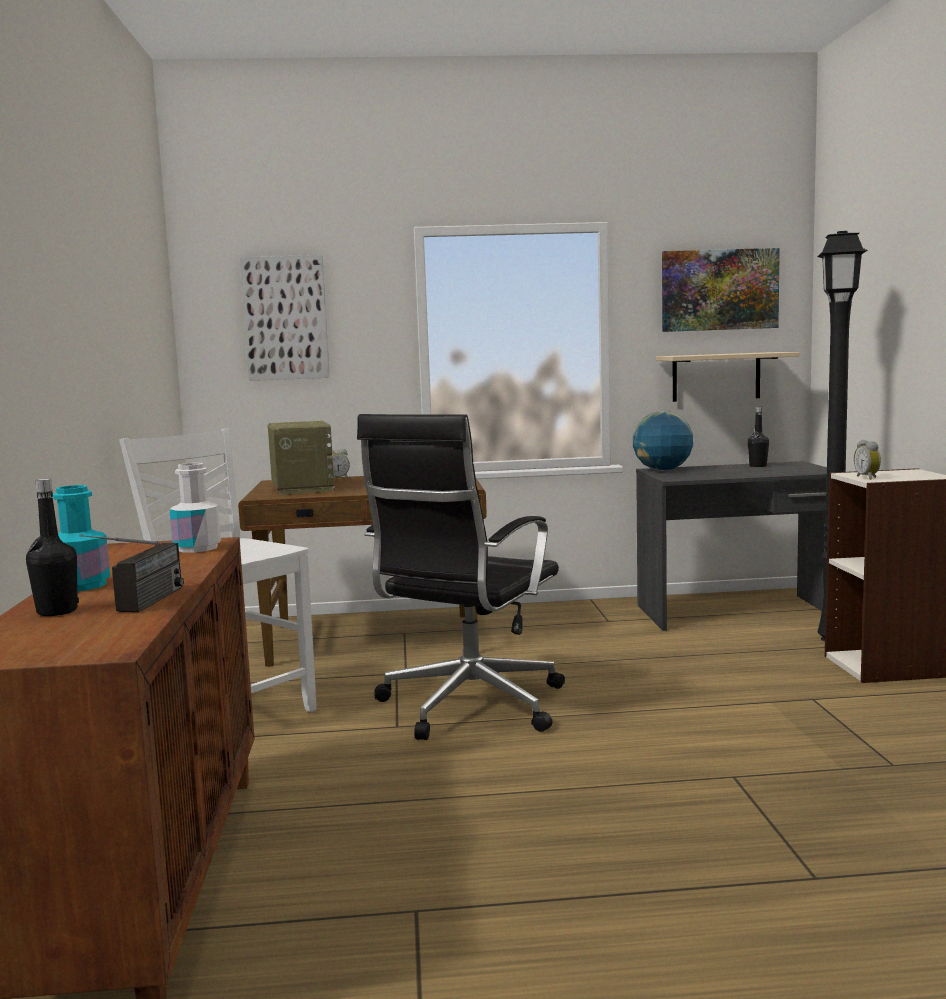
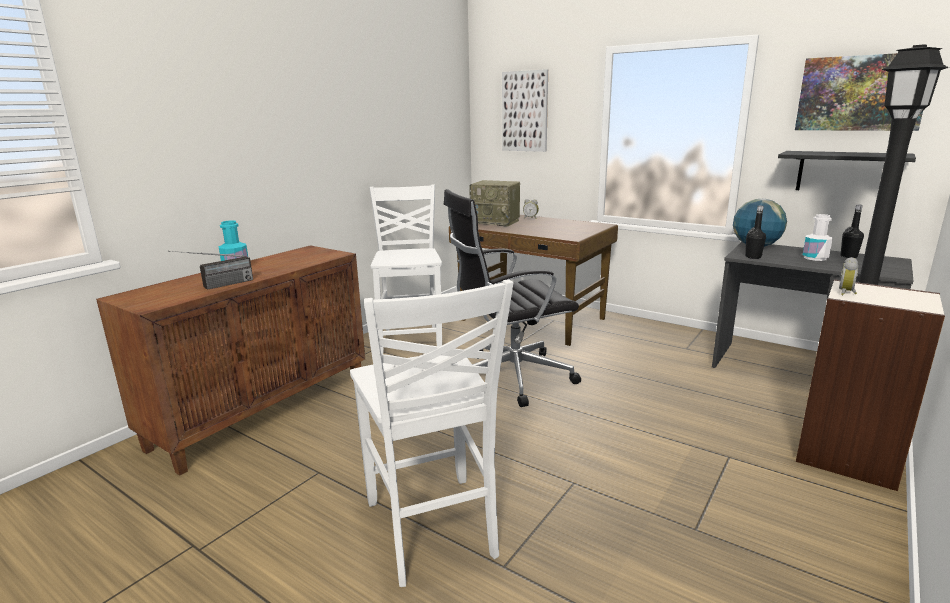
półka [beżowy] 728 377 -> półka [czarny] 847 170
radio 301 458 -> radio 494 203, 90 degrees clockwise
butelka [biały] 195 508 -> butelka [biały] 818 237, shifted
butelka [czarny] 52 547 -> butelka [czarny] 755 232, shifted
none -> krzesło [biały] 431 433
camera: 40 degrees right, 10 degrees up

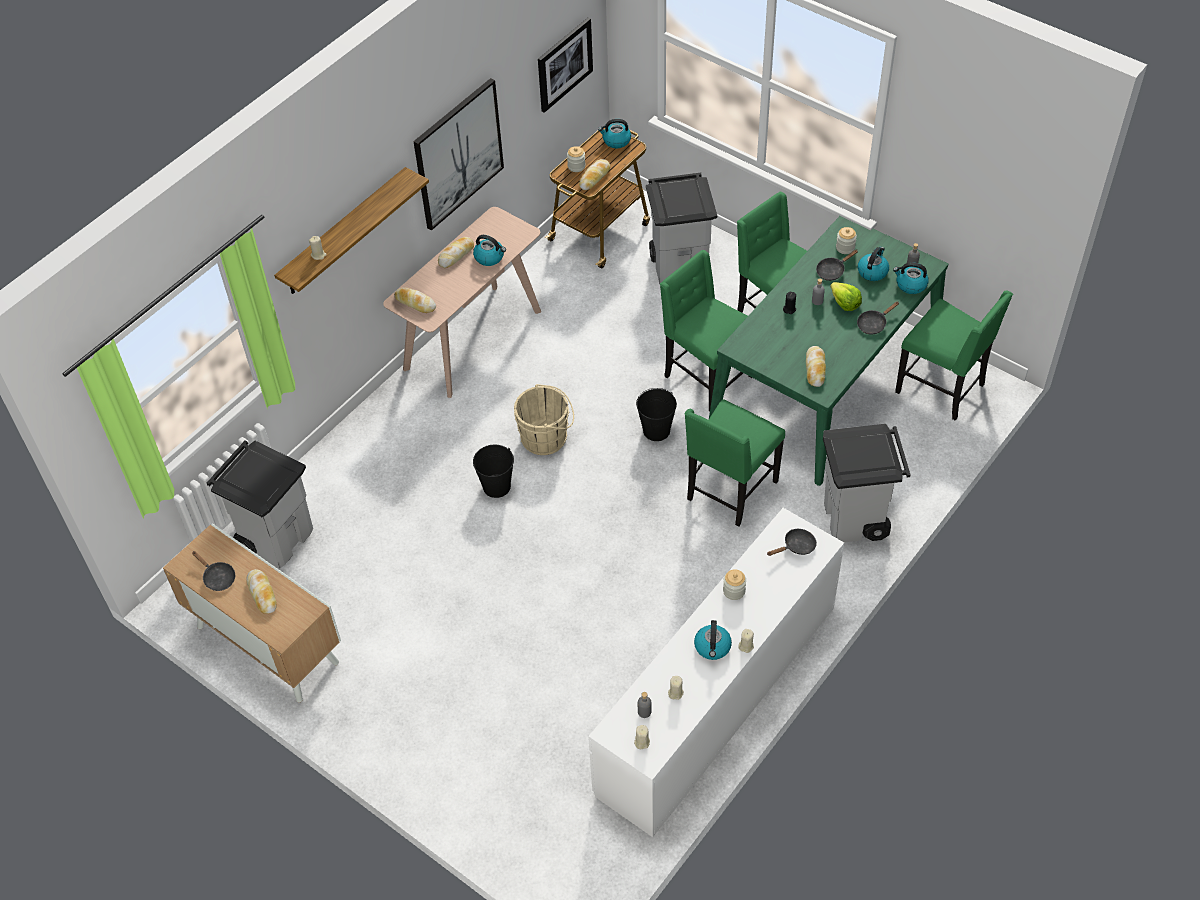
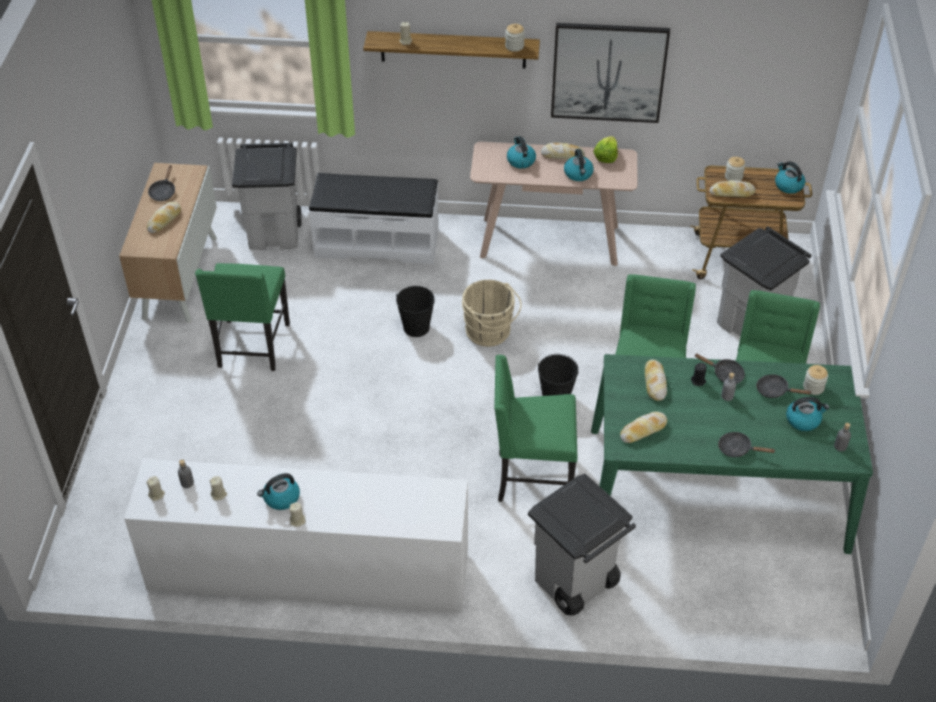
obraz 565 65 -> none
czajnik 911 278 -> czajnik 521 152, shifted
sałata 846 296 -> sałata 605 149, shifted
chleb 415 300 -> chleb 656 380, shifted
krzesło [zielony] 954 355 -> krzesło [zielony] 242 317, shifted
patelnia [czarny] 792 542 -> patelnia [czarny] 720 369, shifted
słoik 734 584 -> słoik 515 38, shifted
none -> ławka [biały] 374 218
camera: 55 degrees right, 5 degrees down

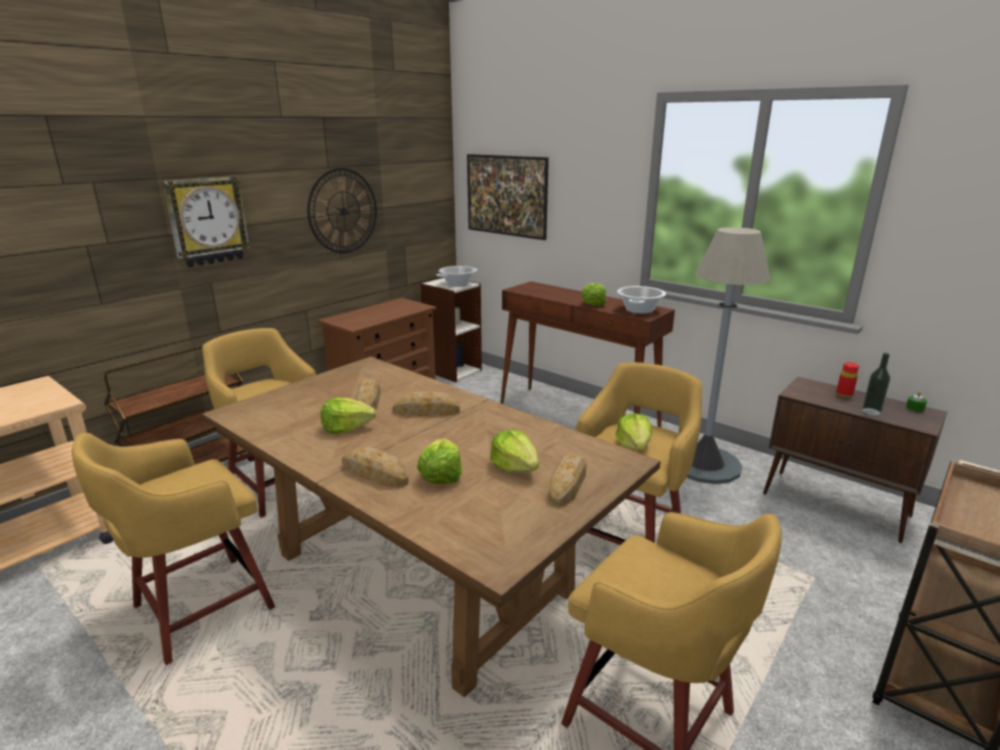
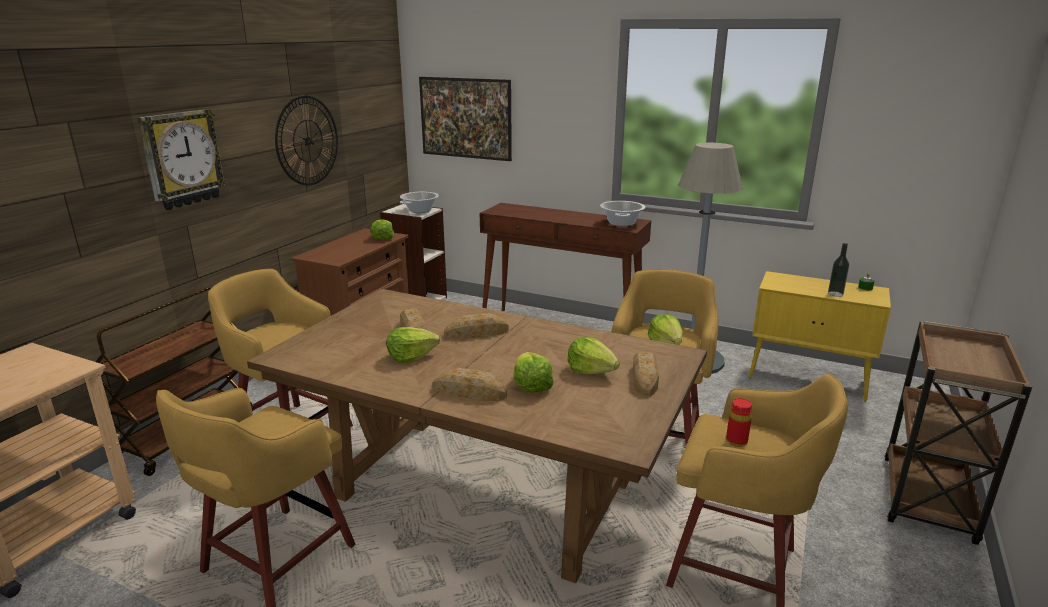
sałata 594 294 -> sałata 382 229, shifted
butelka [czerwony] 847 380 -> butelka [czerwony] 739 422, shifted
szafka [brązowy] 855 460 -> szafka [żółty] 820 336
camera: 15 degrees left, 0 degrees up

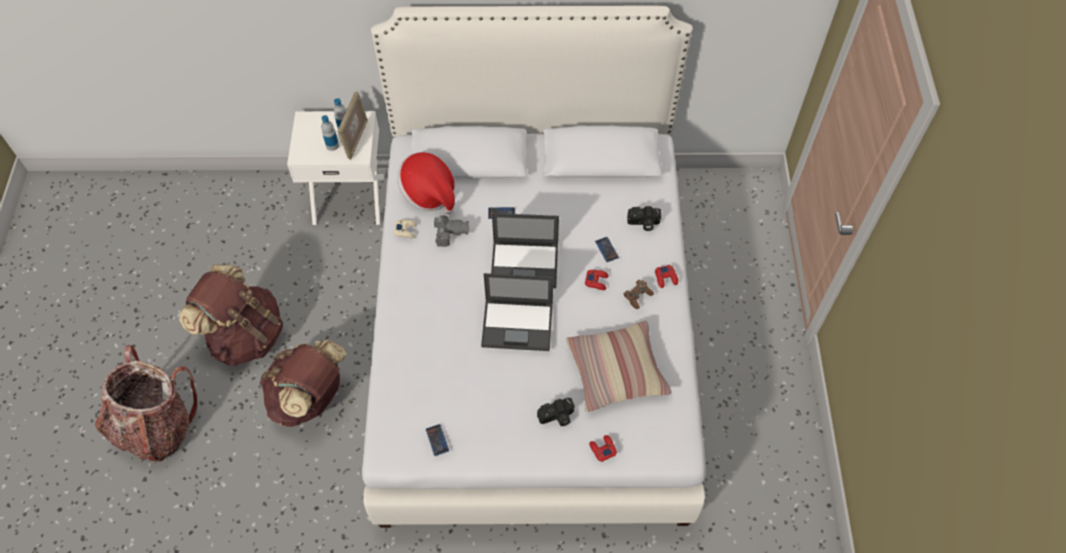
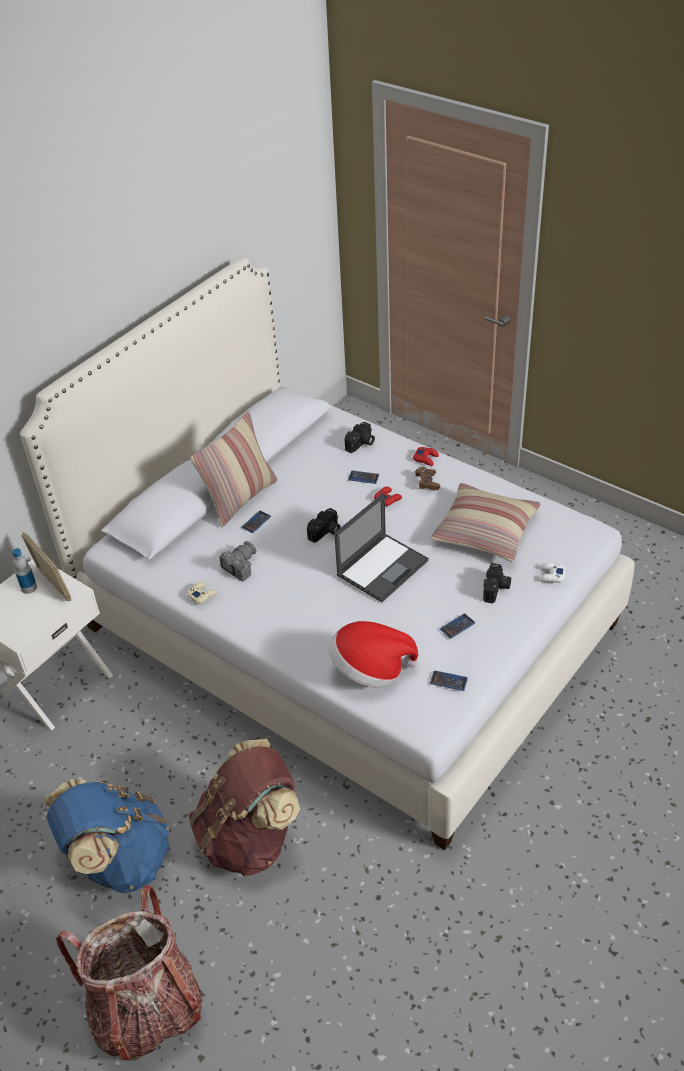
butelka 330 133 -> none
kapelusz 426 183 -> kapelusz 373 654, shifted
laptop 525 250 -> aparat fotograficzny 324 525
plecak [brązowy] 231 315 -> plecak [niebieski] 107 836
pad do gier [czerwony] 603 448 -> pad do gier [biały] 552 572
none -> poduszka 233 469
none -> telefon 457 626
camera: 50 degrees left, 15 degrees down

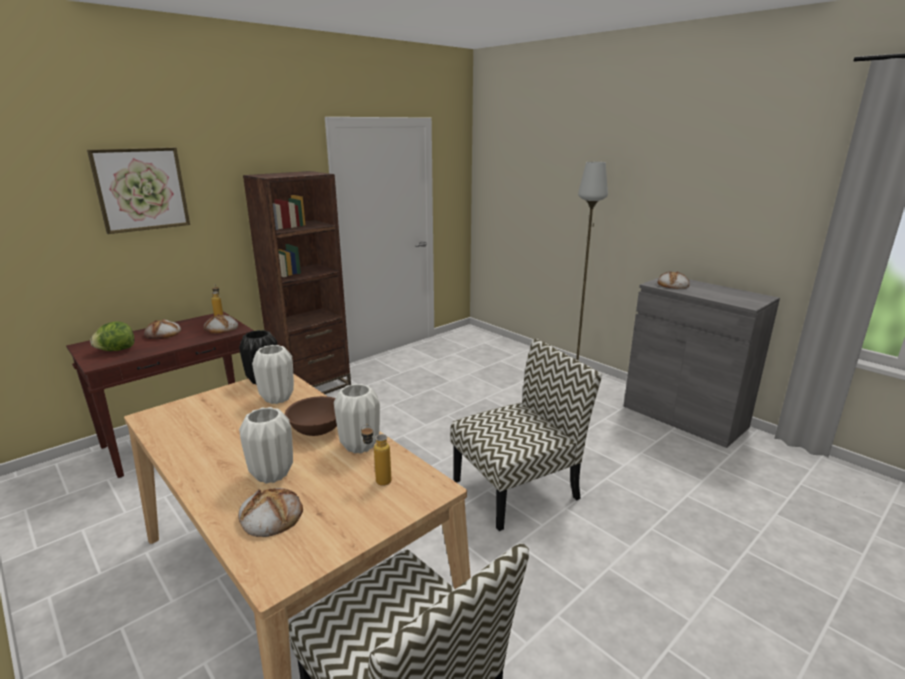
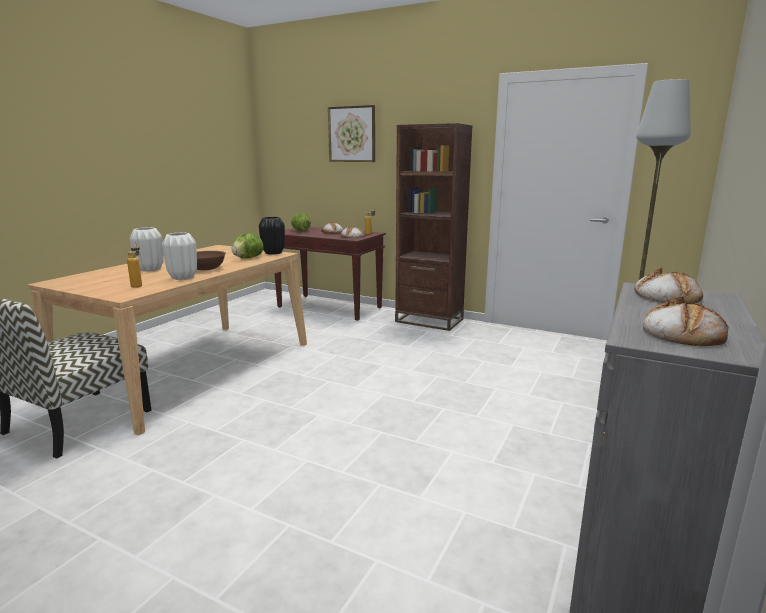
krzesło 526 435 -> none
wazon [biały] 273 374 -> sałata 248 246
chleb 270 512 -> chleb 686 321, shifted
camera: 70 degrees right, 5 degrees down

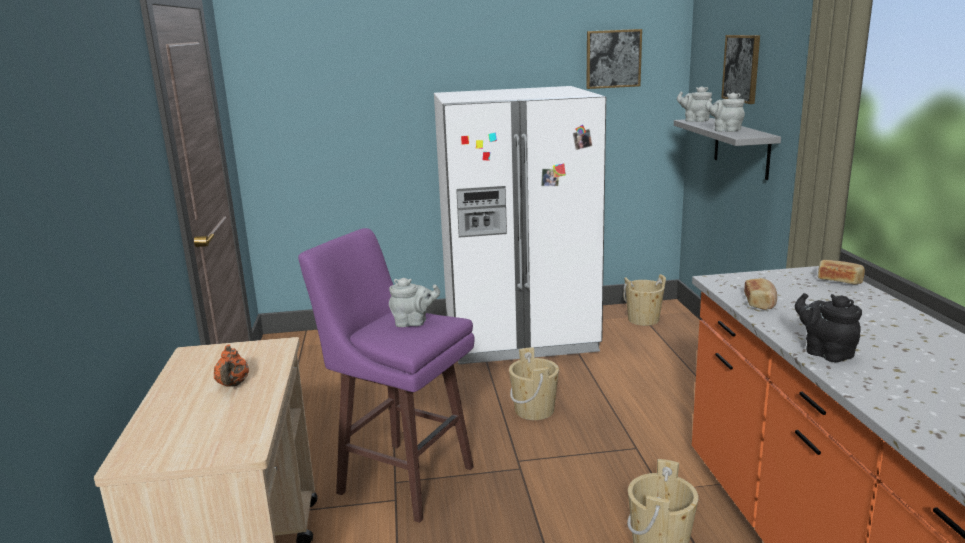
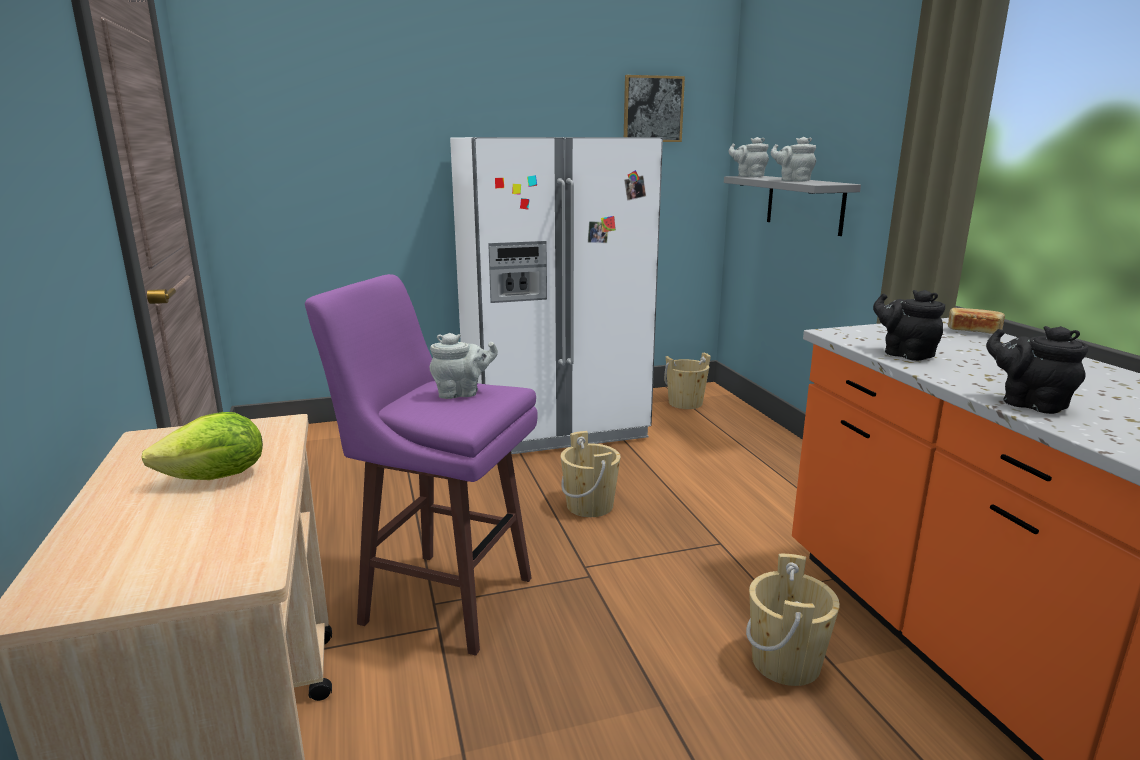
obraz 740 69 -> none
chleb 760 294 -> imbryk [czarny] 909 325
imbryk [pomarańczowy] 231 365 -> sałata 202 446
camera: 10 degrees left, 0 degrees up

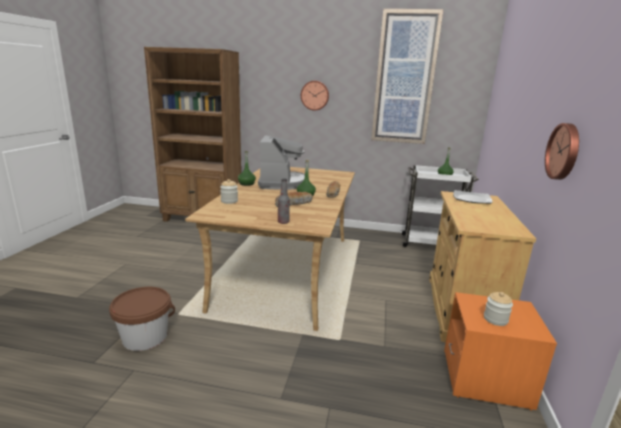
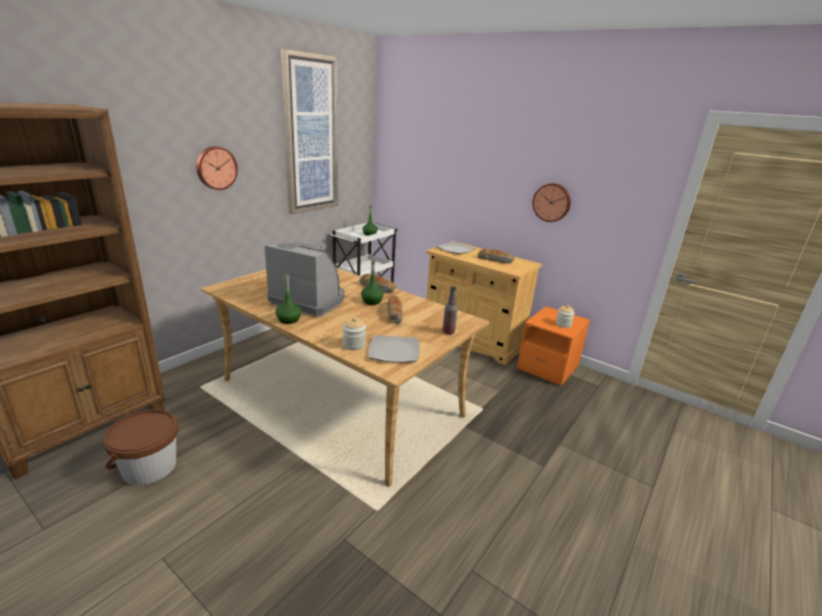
wiadro [brązowy] 142 319 -> wiadro [brązowy] 141 447, shifted
none -> chleb 496 256
none -> talerz 394 349
camera: 65 degrees left, 5 degrees up

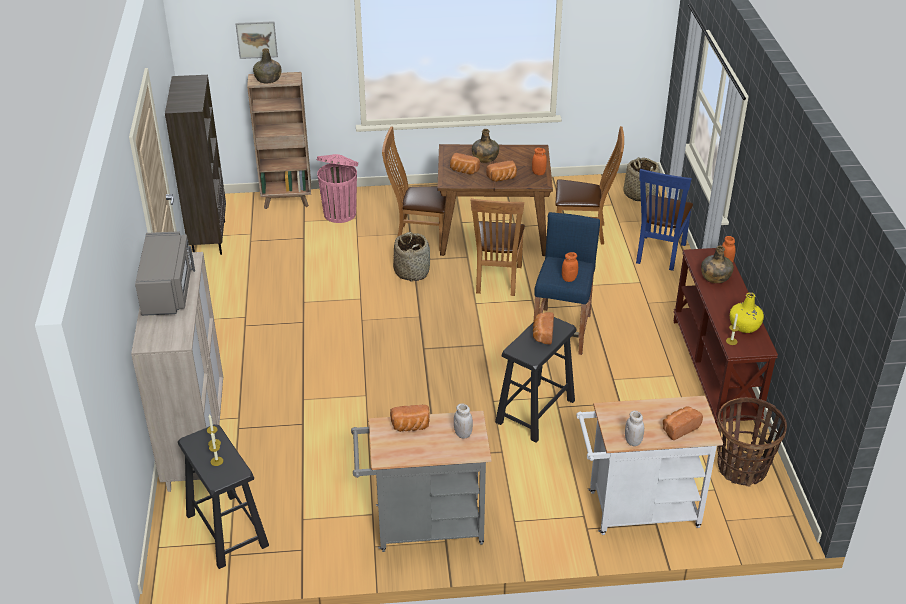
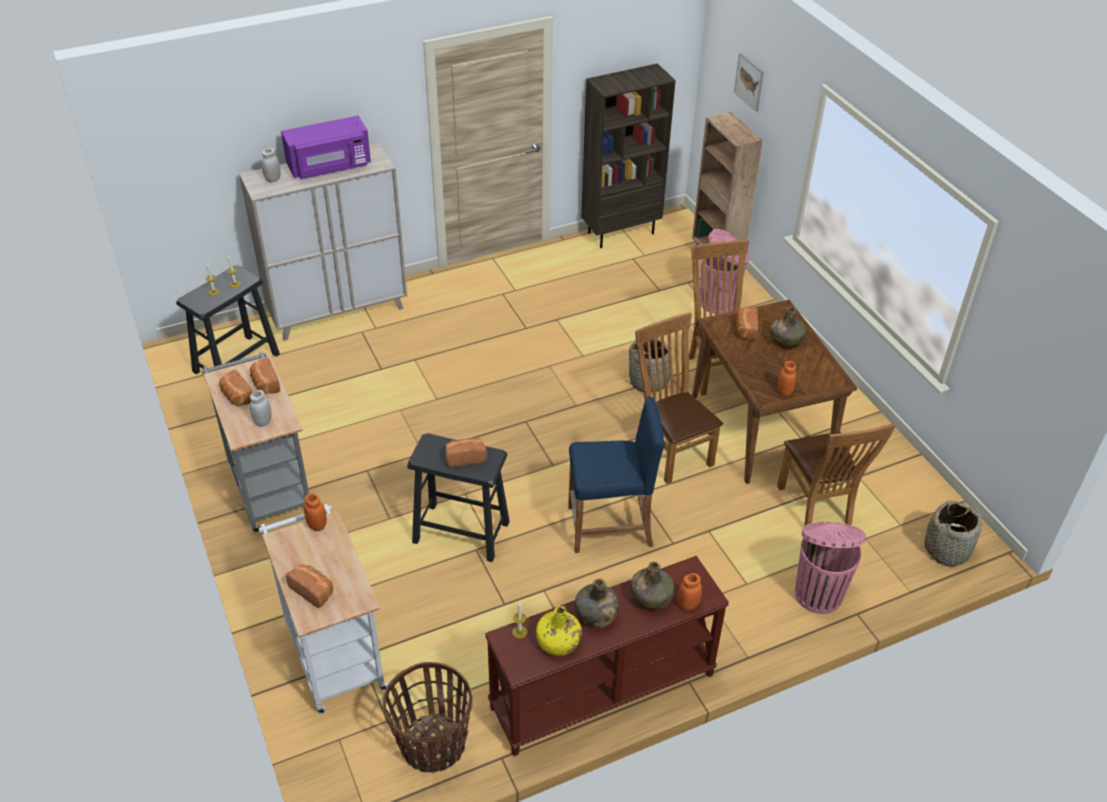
butelka [zielony] 267 65 -> butelka [zielony] 597 603, shifted
chleb 501 171 -> chleb 236 388, shifted
krzesło [niebieski] 664 220 -> kosz na śmieci [różowy] 830 568
krzesło [brązowy] 498 247 -> krzesło [brązowy] 679 398, 75 degrees clockwise
mikrofalówka [szary] 165 273 -> mikrofalówka [fioletowy] 326 147
słoik [pomarańczowy] 570 267 -> słoik [pomarańczowy] 315 512, shifted
słoik [biały] 634 428 -> słoik [biały] 271 165, shifted
camera: 70 degrees right, 5 degrees up

